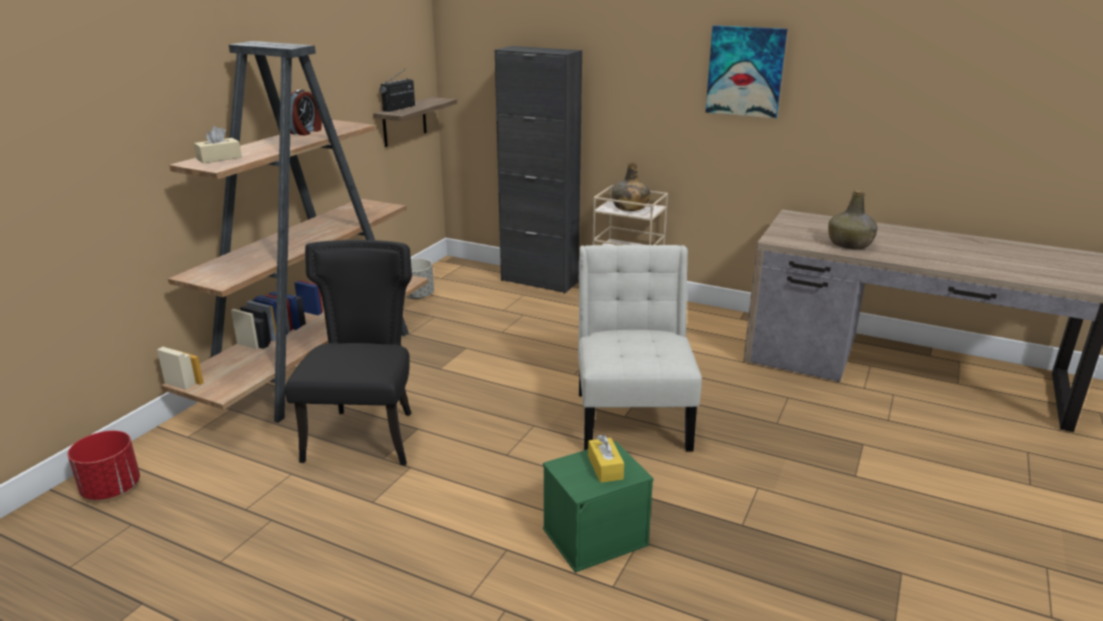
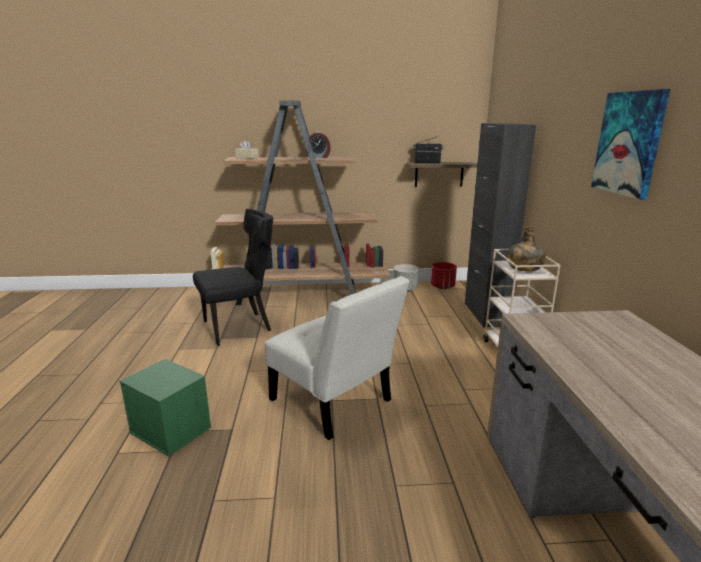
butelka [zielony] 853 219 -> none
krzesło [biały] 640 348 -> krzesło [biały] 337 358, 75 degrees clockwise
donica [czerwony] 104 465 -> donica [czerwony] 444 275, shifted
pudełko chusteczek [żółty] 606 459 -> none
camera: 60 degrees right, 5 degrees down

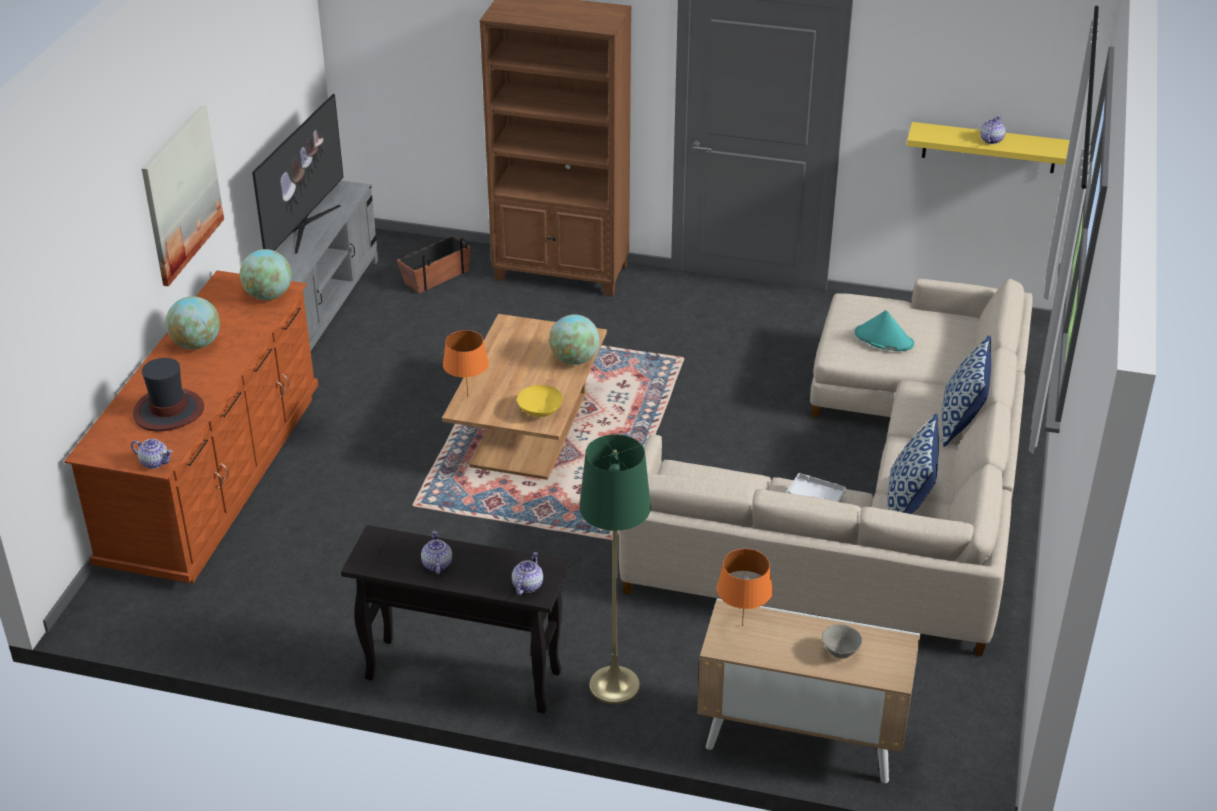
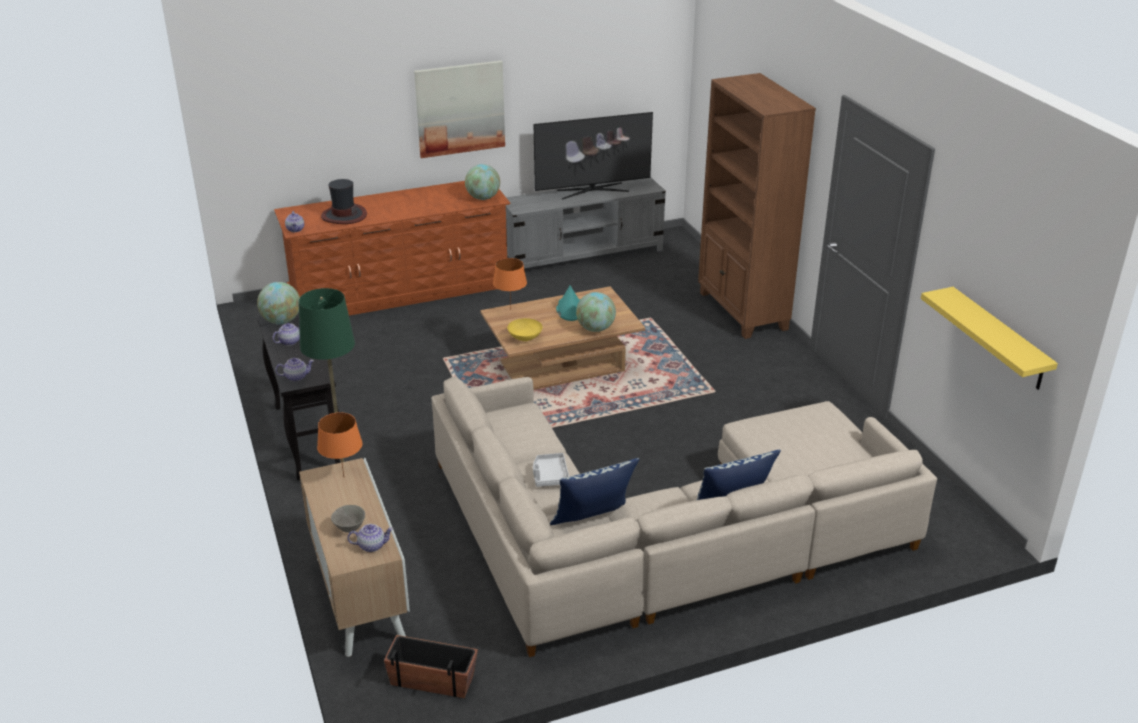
imbryk 993 130 -> imbryk 370 538, shifted
donica 433 264 -> donica 431 666, shifted
globus 193 322 -> globus 278 303, shifted
kapelusz [turkusowy] 884 330 -> kapelusz [turkusowy] 568 303, shifted
camera: 55 degrees right, 5 degrees down

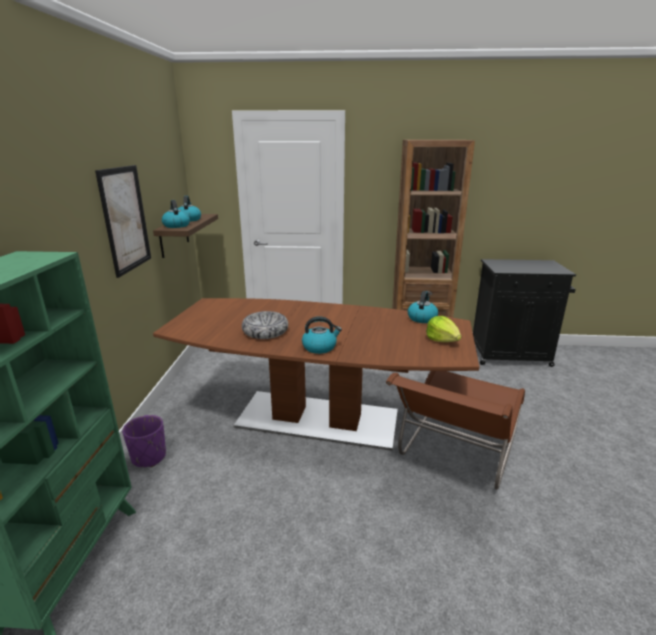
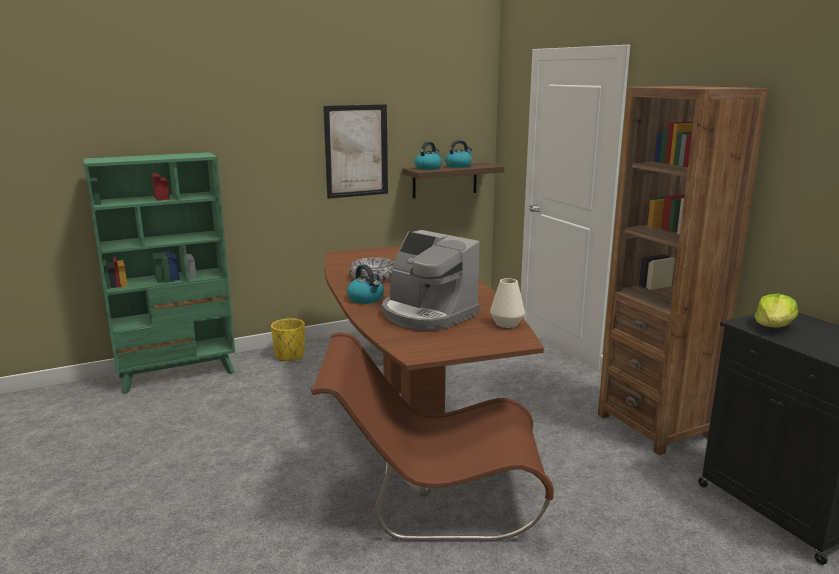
czajnik 423 307 -> wazon [biały] 507 303
sałata 444 329 -> sałata 776 310, shifted
donica [fioletowy] 144 441 -> donica [żółty] 288 339
none -> ekspres do kawy 431 280
camera: 60 degrees right, 5 degrees down

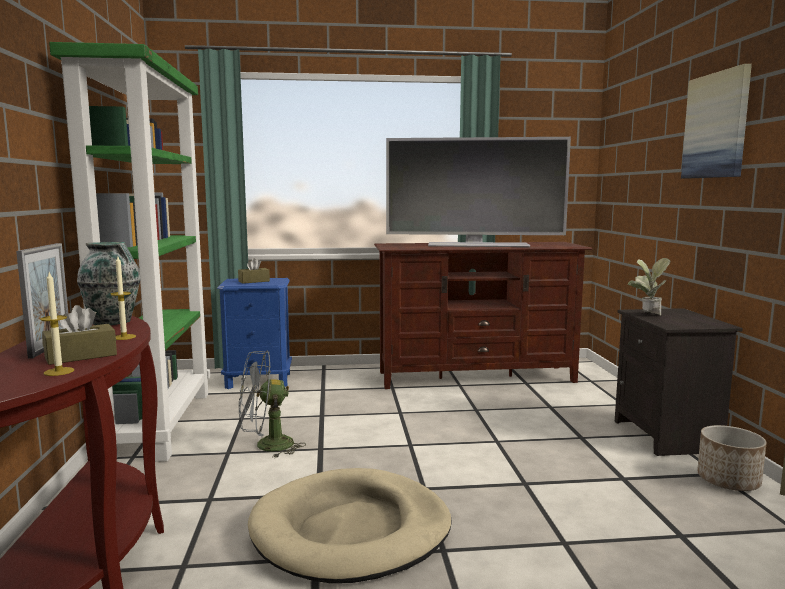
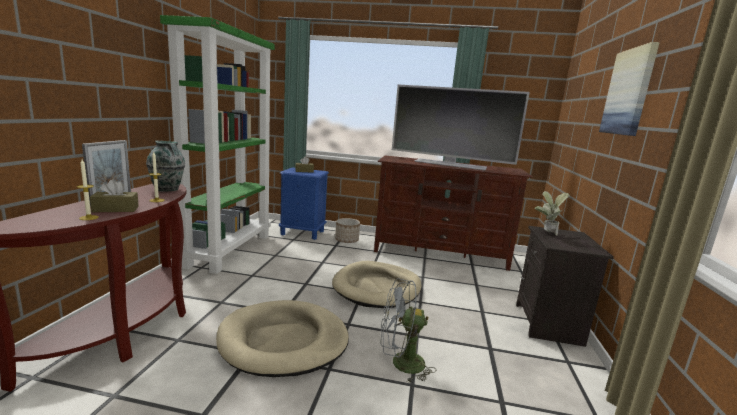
wentylator [szary] 272 404 -> wentylator [szary] 408 330, shifted
donica 732 458 -> donica 347 230, shifted
none -> legowisko [beżowy] 376 284
camera: 15 degrees right, 5 degrees up

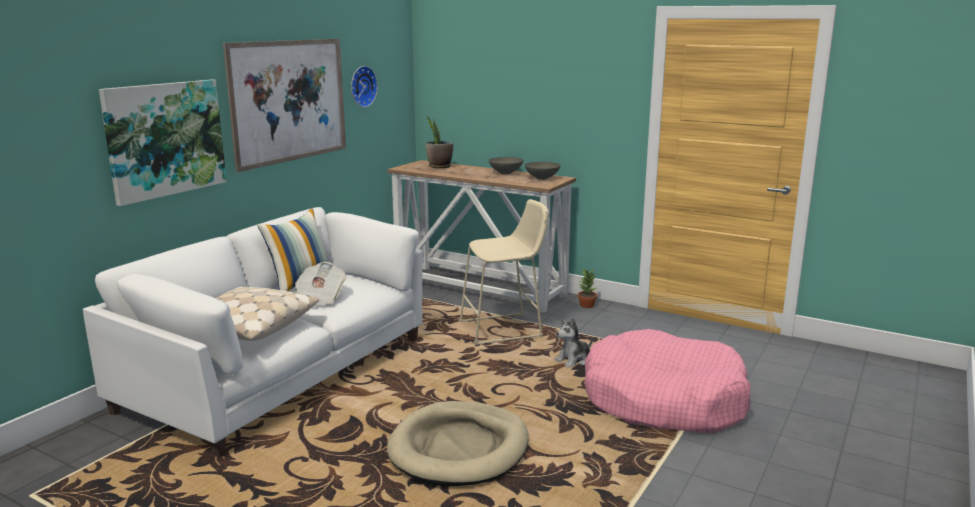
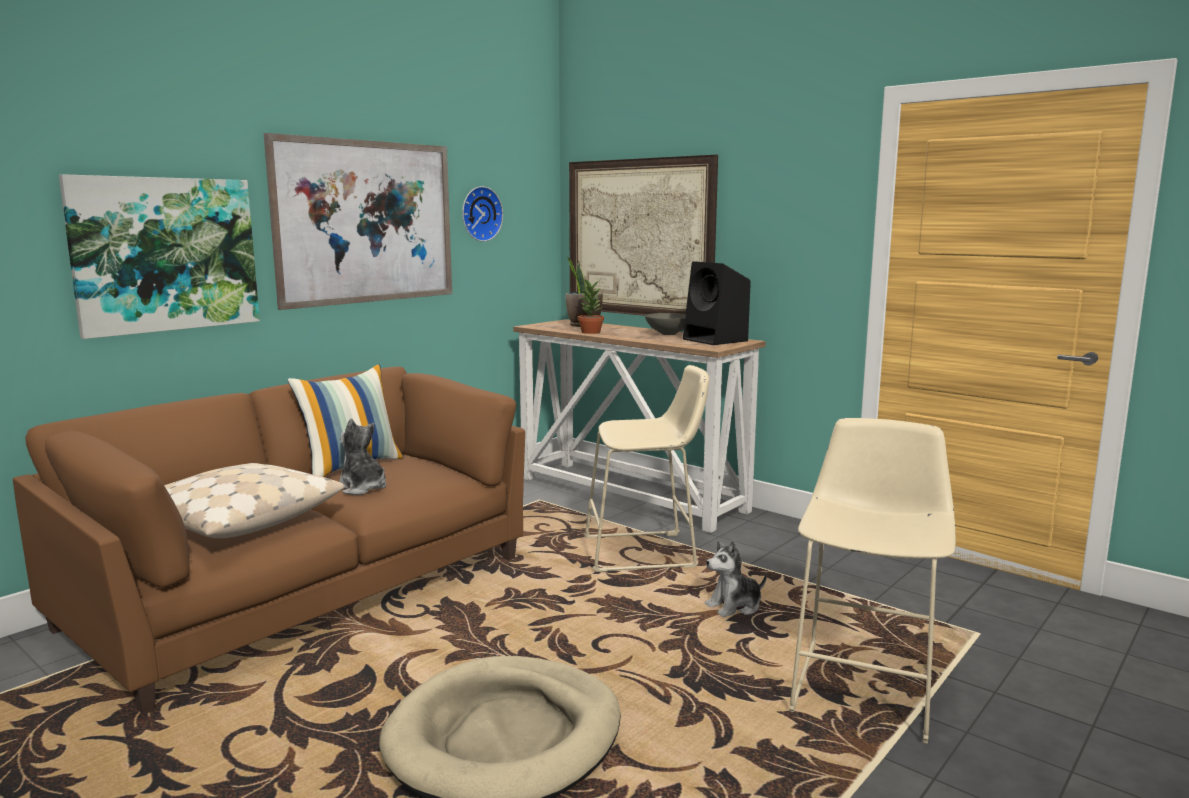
miska [szary] 543 171 -> głośnik [czarny] 717 303
kanapa [biały] 253 332 -> kanapa [brązowy] 269 540
gazeta 321 284 -> pluszak 363 456
roślina doniczkowa 587 288 -> roślina doniczkowa 591 306, shifted
legowisko [różowy] 667 381 -> stołek [beżowy] 872 581
none -> obraz 643 235
camera: 10 degrees right, 5 degrees down

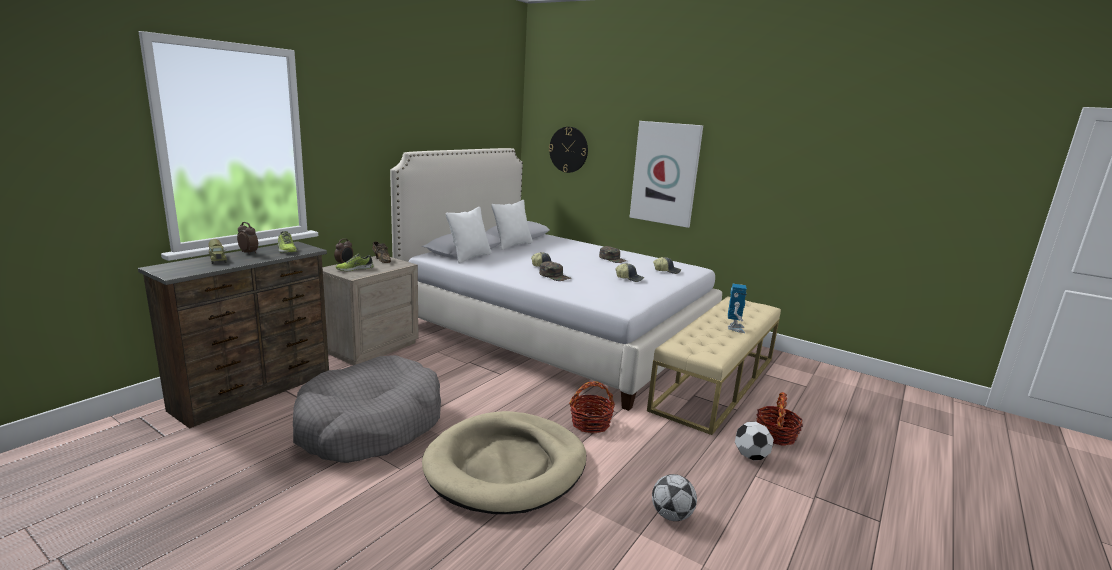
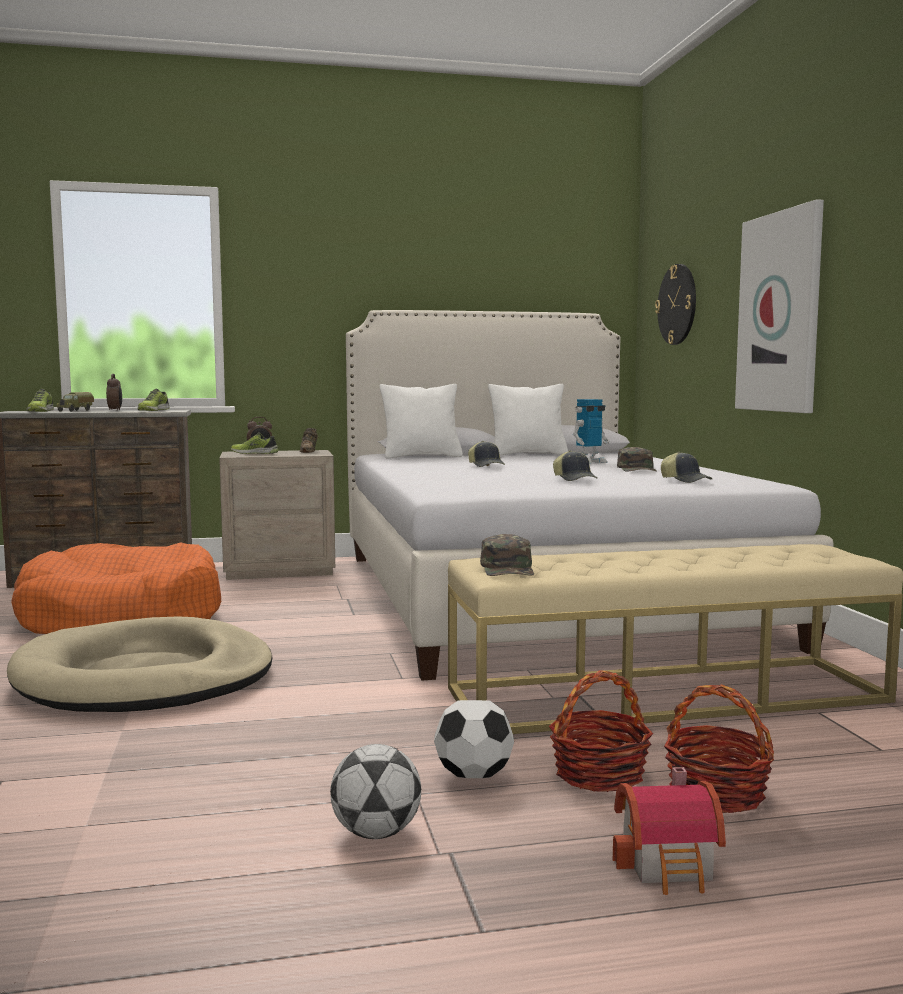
czapka z daszkiem [zielony] 555 271 -> czapka z daszkiem [zielony] 507 555, shifted
robot zabawkowy 737 308 -> robot zabawkowy 591 431, shifted
legowisko [szary] 367 409 -> legowisko [pomarańczowy] 116 588
koszyk 592 407 -> koszyk 719 748, shifted
piłka futbolowa 674 497 -> piłka futbolowa 375 791, shifted
none -> but 40 400
none -> domek 669 831
camera: 45 degrees right, 10 degrees down

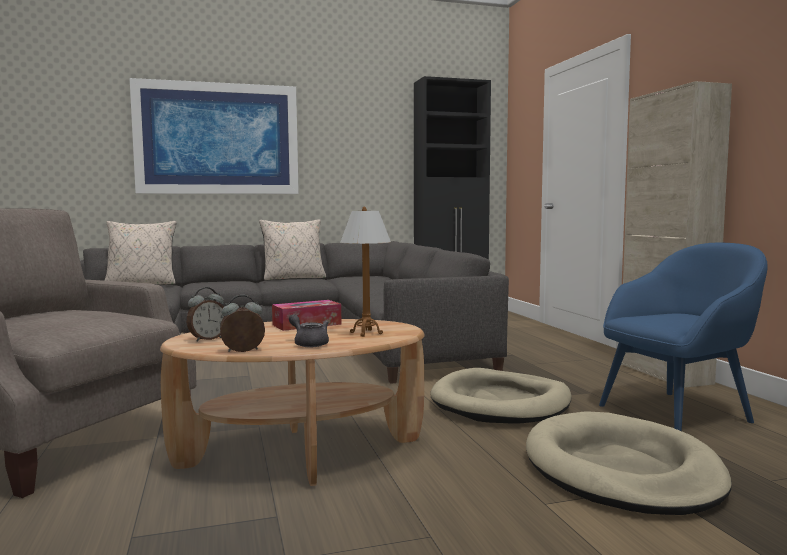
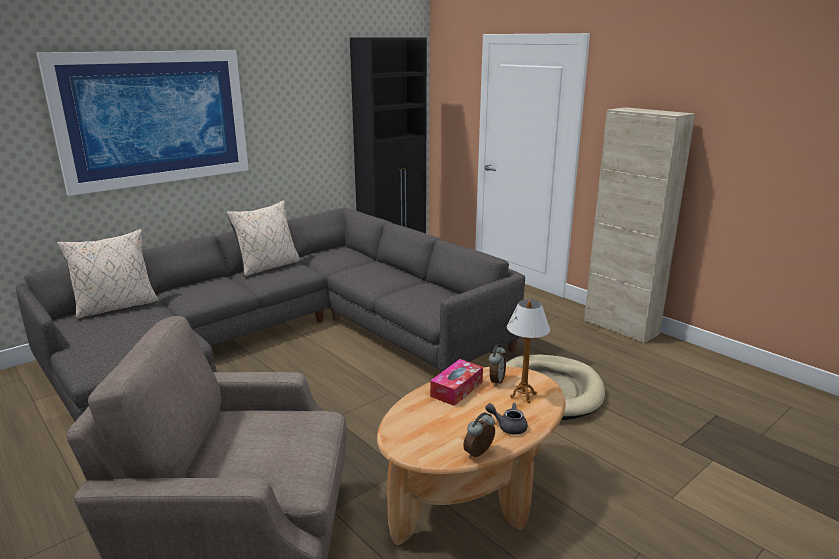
fotel [niebieski] 683 337 -> none
budzik 205 314 -> budzik 497 365, shifted
legowisko [beżowy] 629 463 -> none
camera: 25 degrees left, 15 degrees up

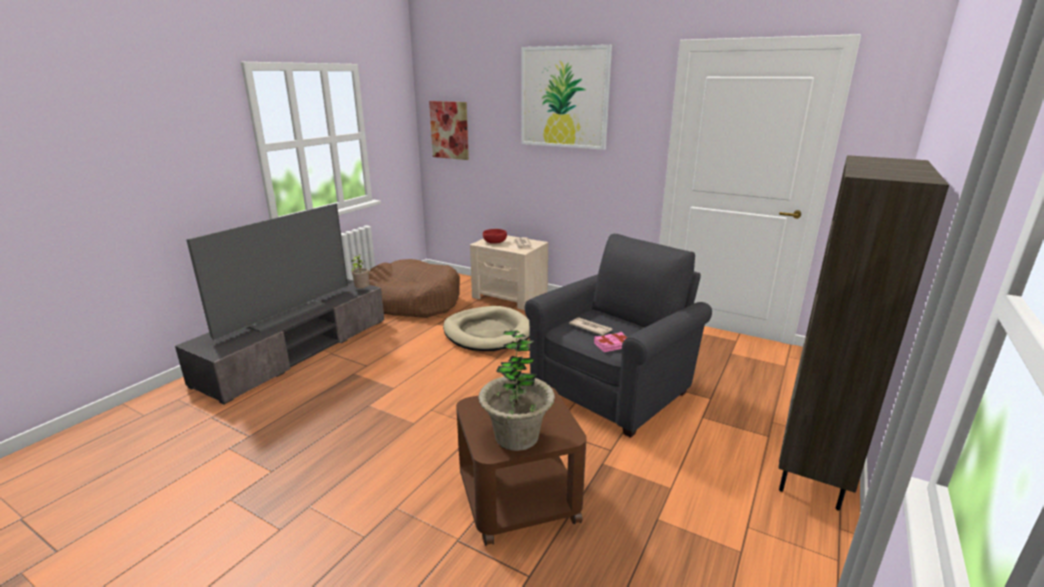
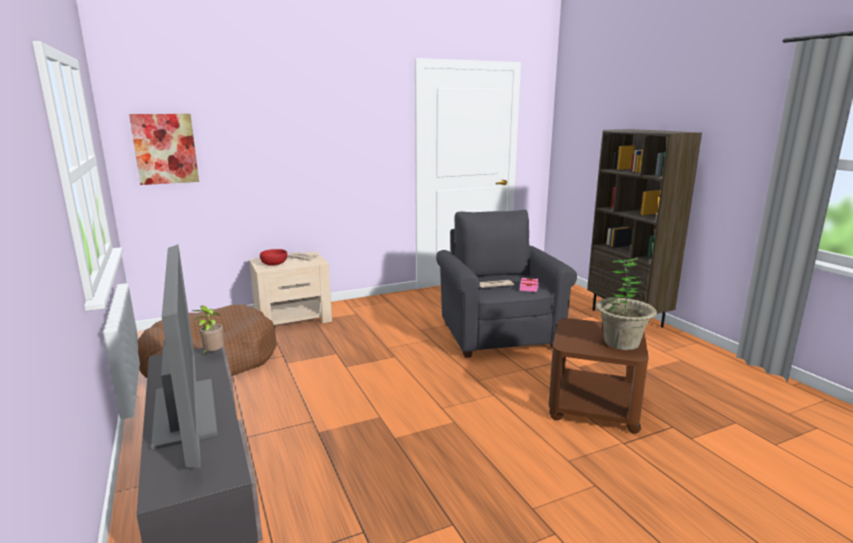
obraz 566 97 -> none
legowisko [beżowy] 486 328 -> none
camera: 55 degrees left, 5 degrees down

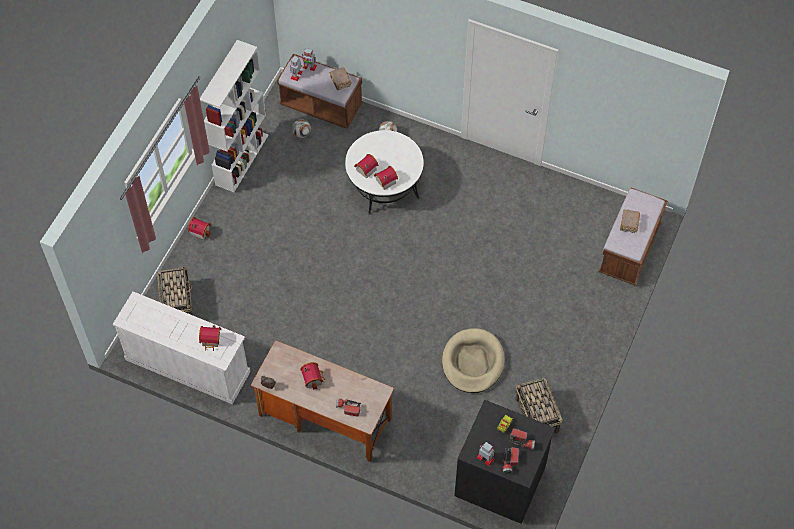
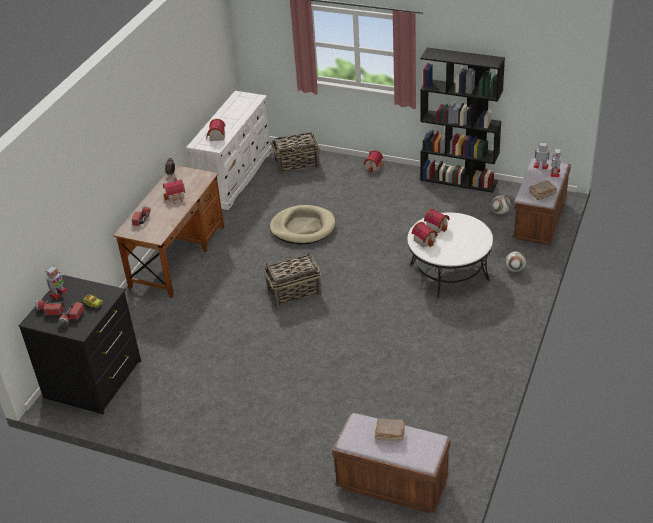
regał [biały] 234 116 -> regał [czarny] 462 120
legowisko [beżowy] 473 360 -> legowisko [beżowy] 303 224, shifted
koszyk 538 406 -> koszyk 293 279, shifted
camera: 90 degrees right, 20 degrees down

